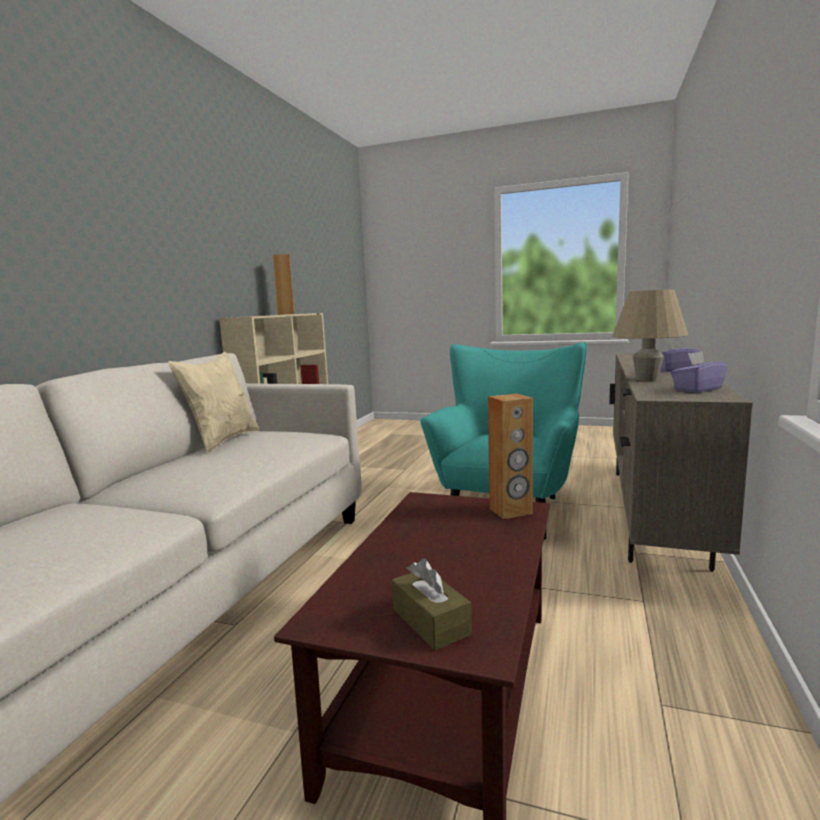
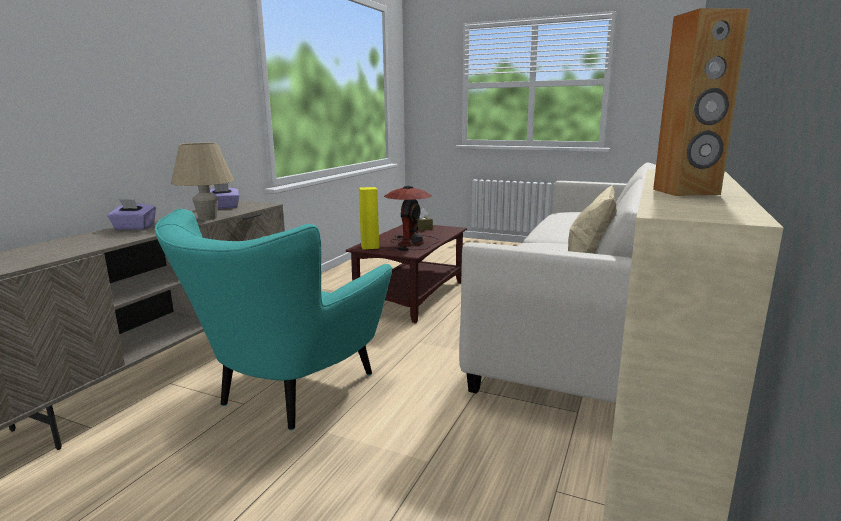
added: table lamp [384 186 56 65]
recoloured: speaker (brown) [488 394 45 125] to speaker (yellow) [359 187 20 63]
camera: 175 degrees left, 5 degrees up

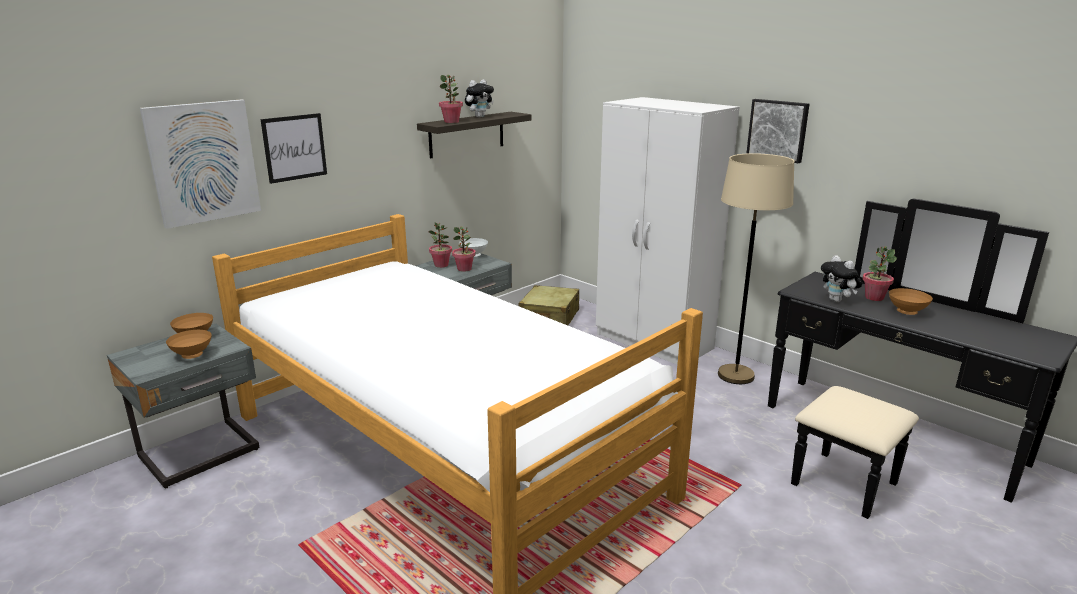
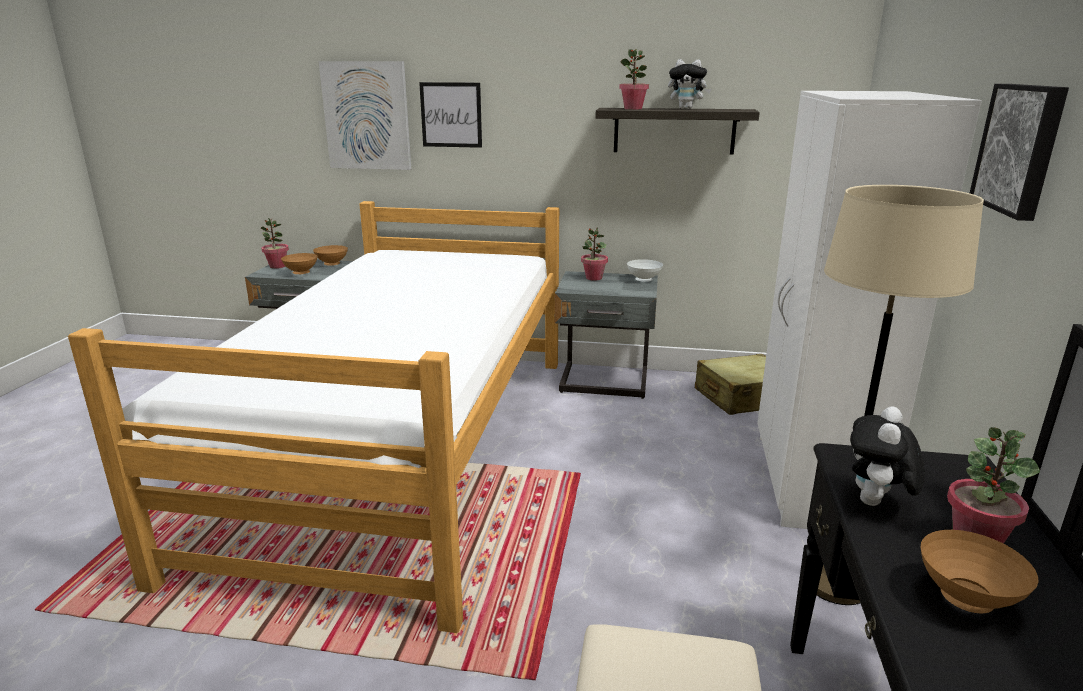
moved: potted plant [452 226 24 46] to [261 218 28 51]
camera: 55 degrees right, 0 degrees up

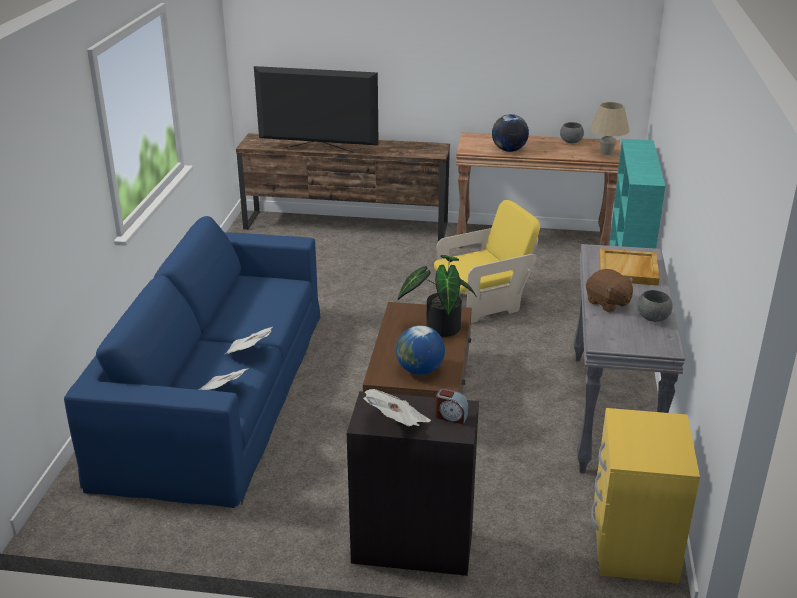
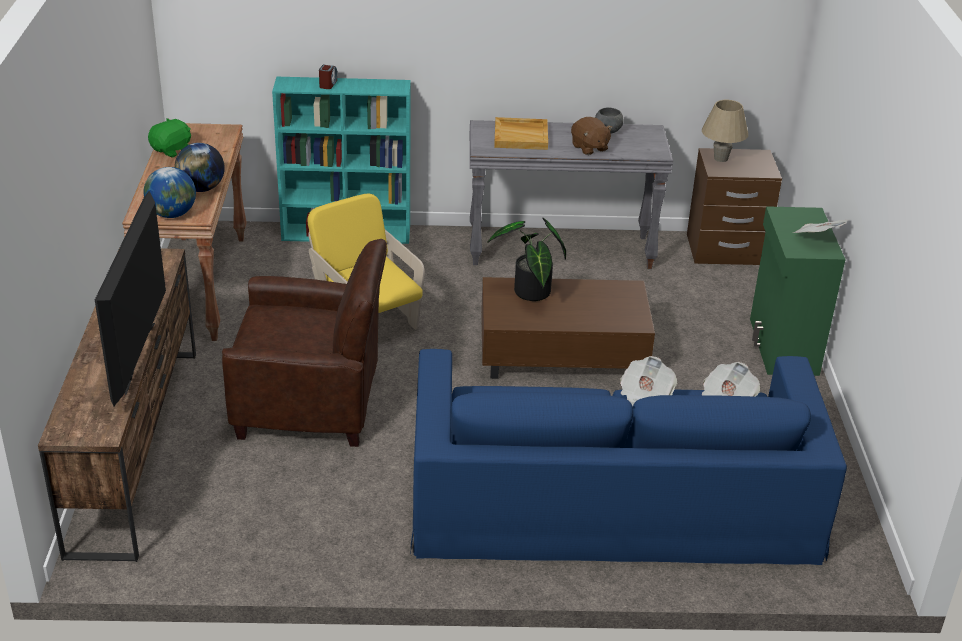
added: armchair (brown) [222 239 165 208]
moved: table lamp (beige) [589 102 41 53] to [702 100 46 62]; globe [396 325 49 50] to [144 167 52 51]; alarm clock [436 388 33 36] to [319 65 18 24]
replaced: bowl (grey) [560 122 24 21] to plush toy (green) [148 118 43 39]
recoloured: cabinet (black) [347 391 132 185] to cabinet (green) [750 206 96 170]; nightstand (yellow) [591 408 109 175] to nightstand (brown) [687 148 95 117]
turned: plush toy (brown) [586 269 48 43] = [571 117 42 38] 105 degrees clockwise
camera: 100 degrees left, 5 degrees up

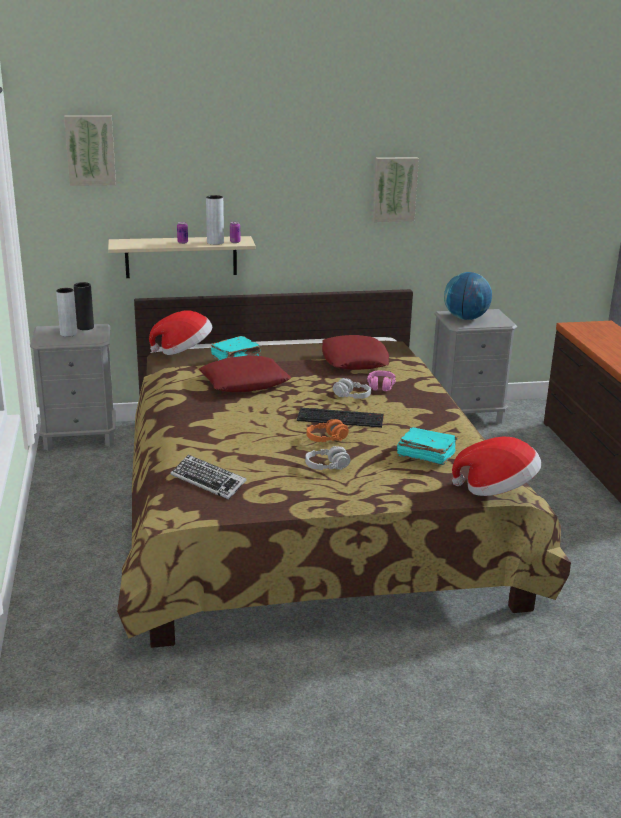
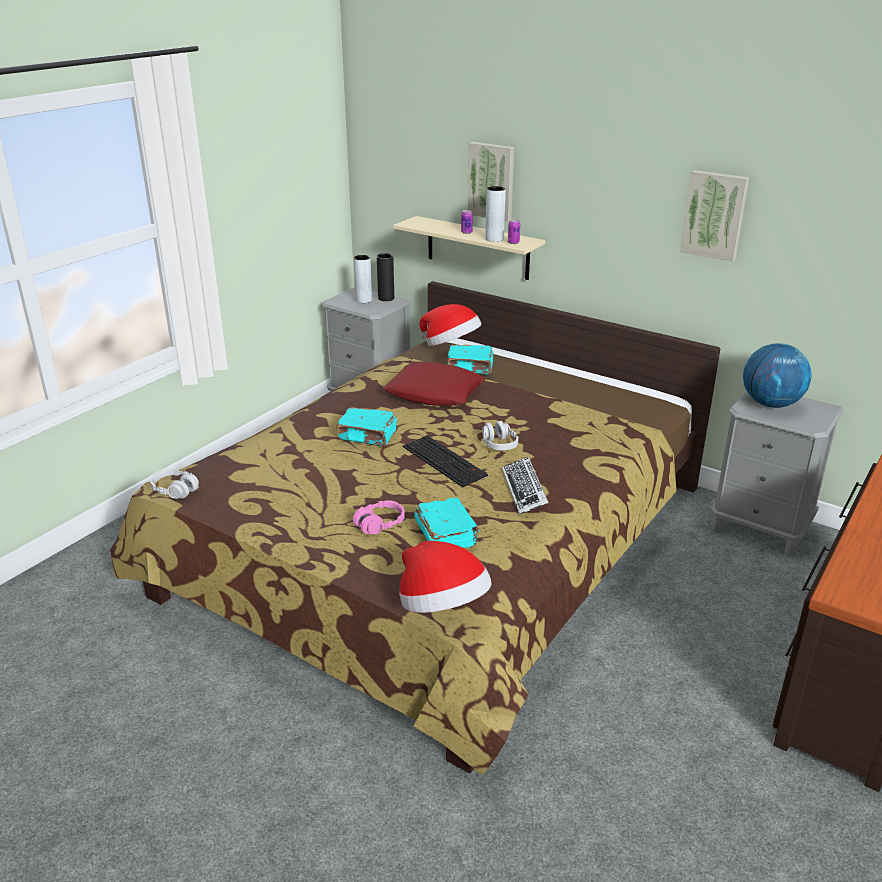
removed: pillow (red) [322 335 67 35]; headphones (orange) [306 419 43 23]
added: book (turquoise) [336 407 61 40]
moved: picture [64 115 52 71] to [468 142 46 80]; headphones (pink) [367 370 29 21] to [353 500 52 34]; headphones (grey) [305 446 46 24] to [150 469 49 30]; keyboard [171 455 75 45] to [502 456 47 59]
camera: 45 degrees right, 5 degrees up

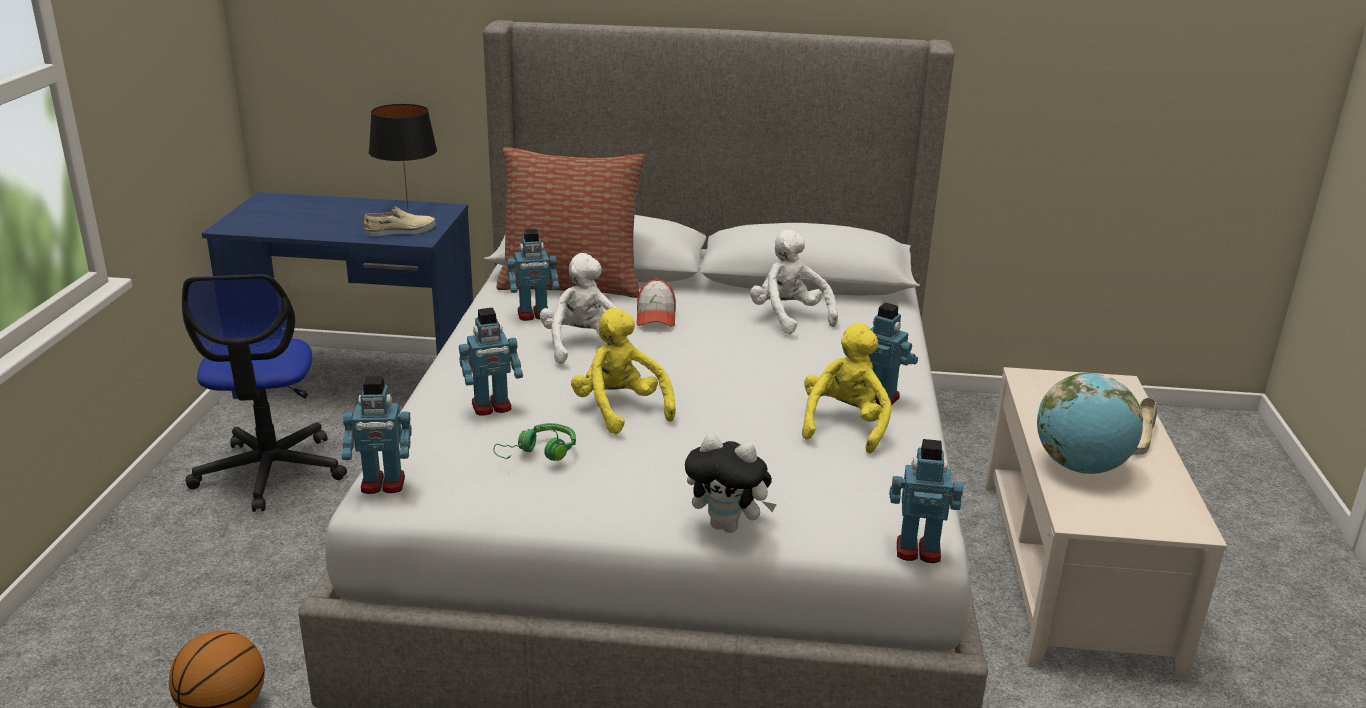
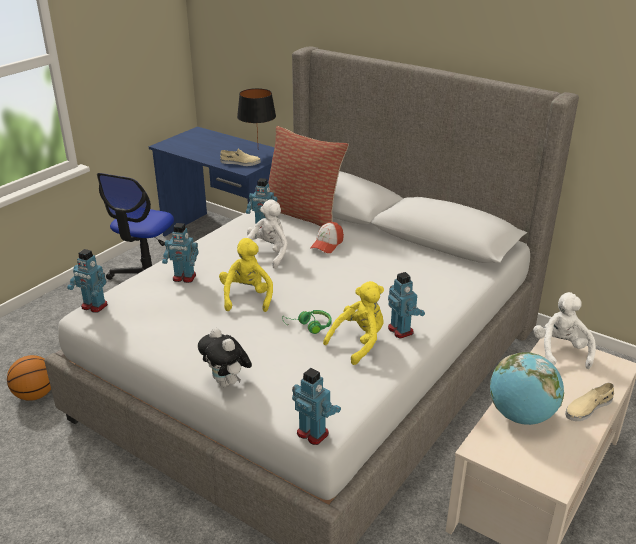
moved: plush toy (white) [750 230 88 105] to [533 292 63 77]; headphones (green) [493 423 83 38] to [282 310 50 24]
camera: 30 degrees right, 5 degrees up

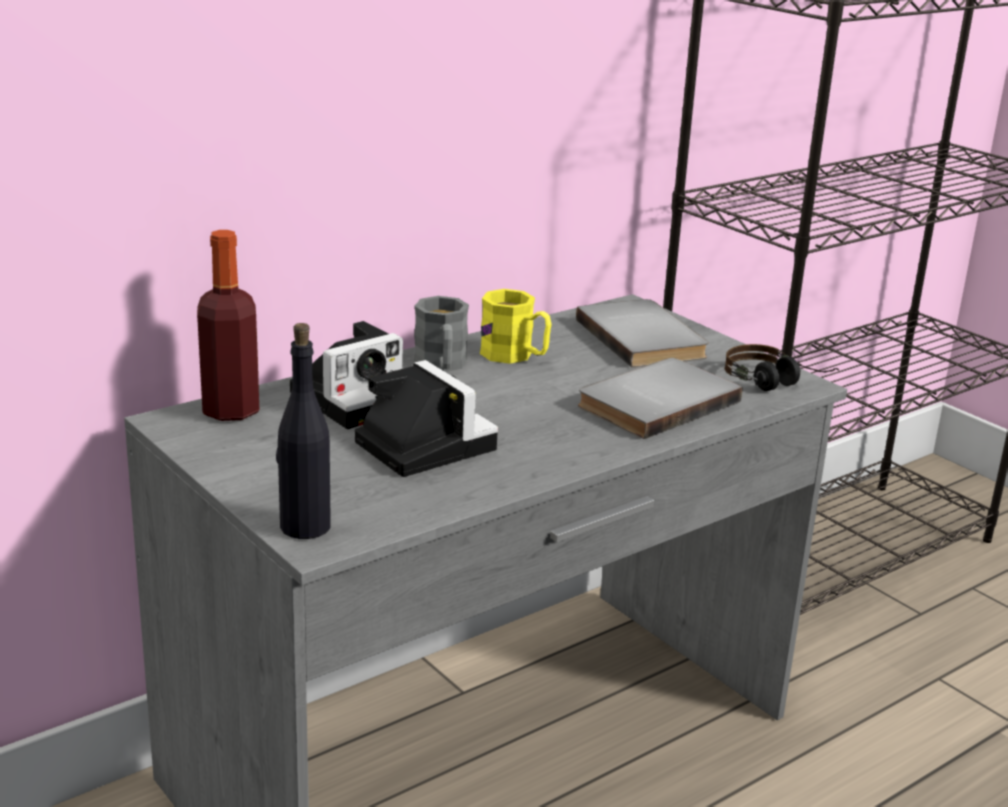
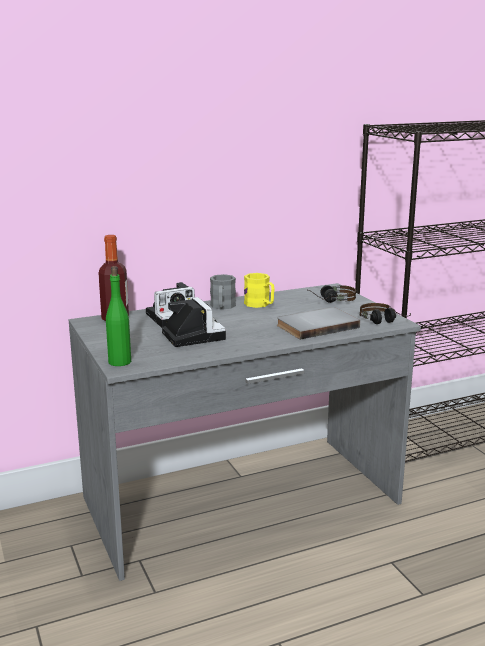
replaced: book (grey) [576 299 133 69] to headphones [308 285 48 18]
recoloured: bottle (black) [276 323 55 216] to bottle (green) [106 266 25 100]
camera: 15 degrees right, 5 degrees down

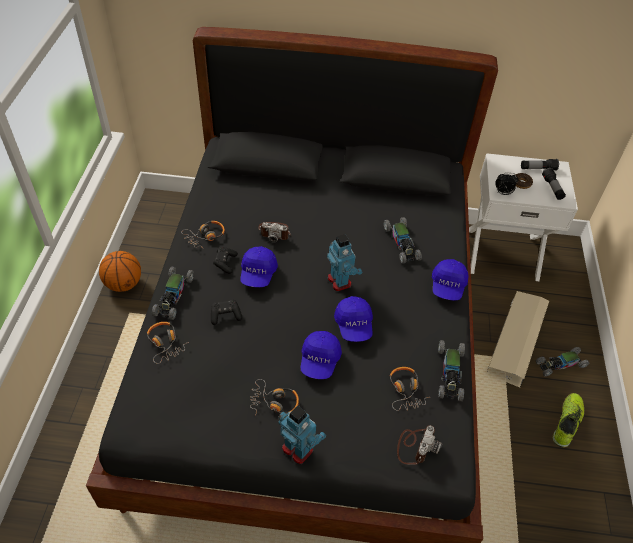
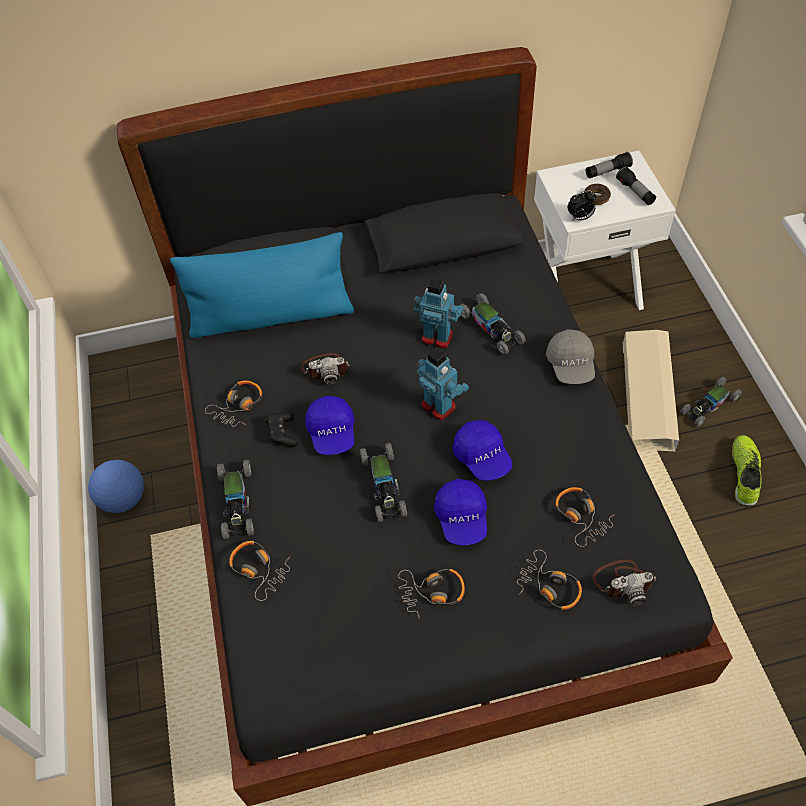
removed: game controller (black) [211 300 31 25]
added: pillow (blue) [170 232 184 106]; headphones [517 550 65 60]
moved: toy car [438 340 27 61] to [360 443 47 79]; toy robot [278 406 48 58] to [414 278 50 71]
replaced: basketball [99 251 42 41] to football [88 460 56 53]
recoloured: cap (blue) [432 259 36 41] to cap (grey) [546 329 49 55]
turned: photo camera [397 425 45 40] = [593 560 63 45] 75 degrees clockwise
camera: 15 degrees left, 5 degrees up

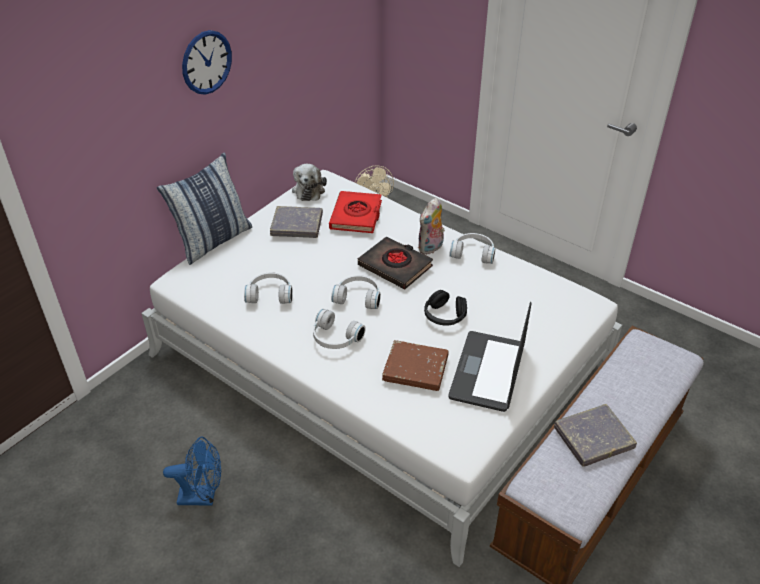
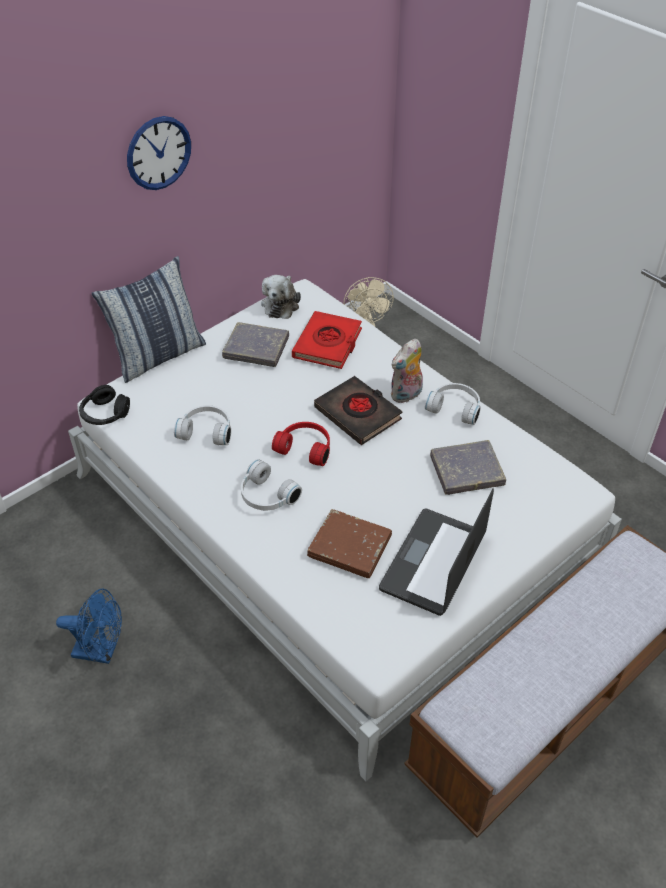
moved: headphones (black) [424 290 43 36] to [79 385 51 40]; book (grey) [554 404 83 63] to [430 440 76 55]
recoloured: headphones (white) [331 275 50 34] to headphones (red) [272 422 58 44]
camera: 10 degrees right, 5 degrees up

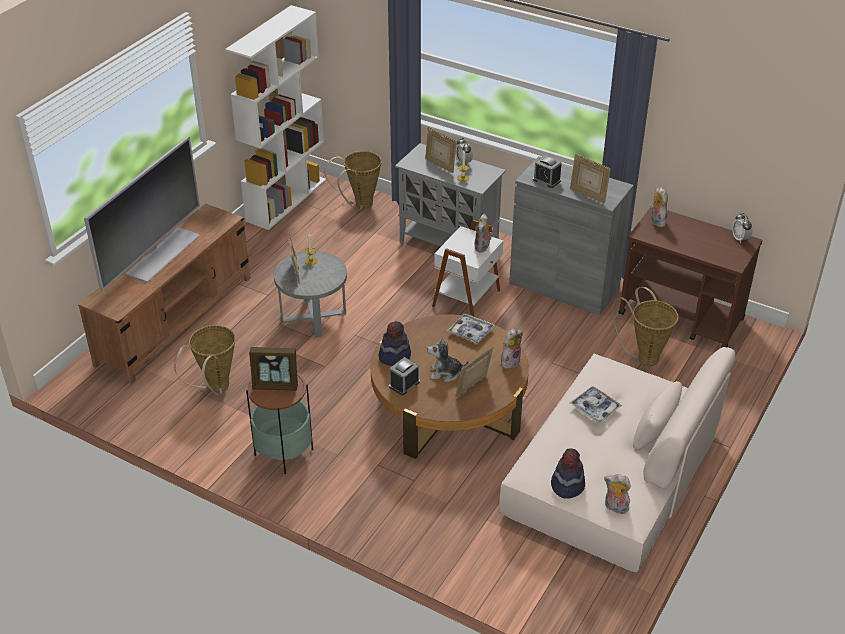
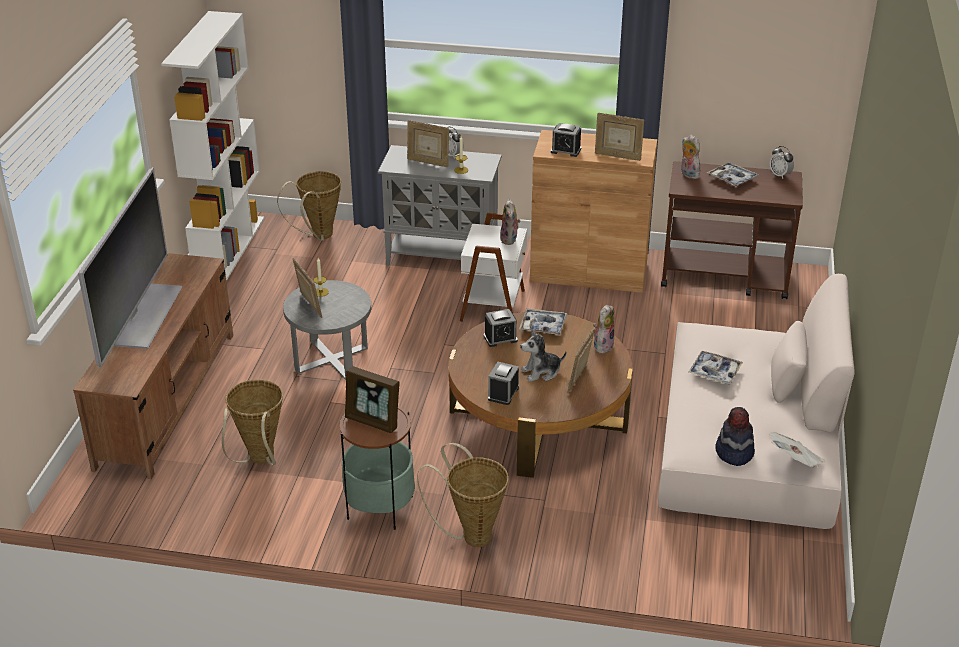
removed: hat [378 321 33 45]
added: tray [707 162 51 25]; alarm clock [484 309 34 38]
moved: basket [612 287 67 79] to [417 443 92 104]
replaced: plush toy [604 474 27 40] to newspaper [769 432 56 36]
recoloured: cabinet (grey) [509 156 125 159] to cabinet (brown) [530 130 127 163]
turned: picture frame [249 347 49 44] = [345 366 55 67] 45 degrees clockwise
camera: 20 degrees left, 5 degrees down

